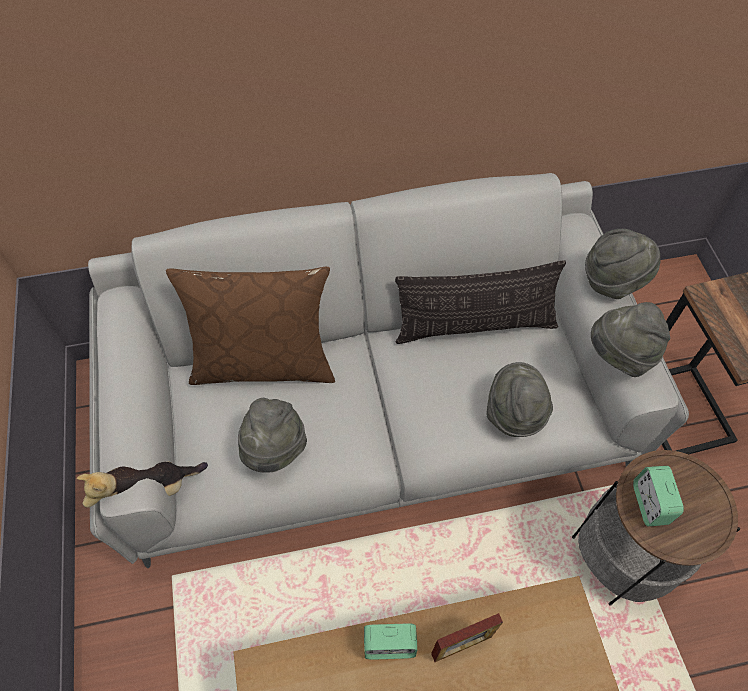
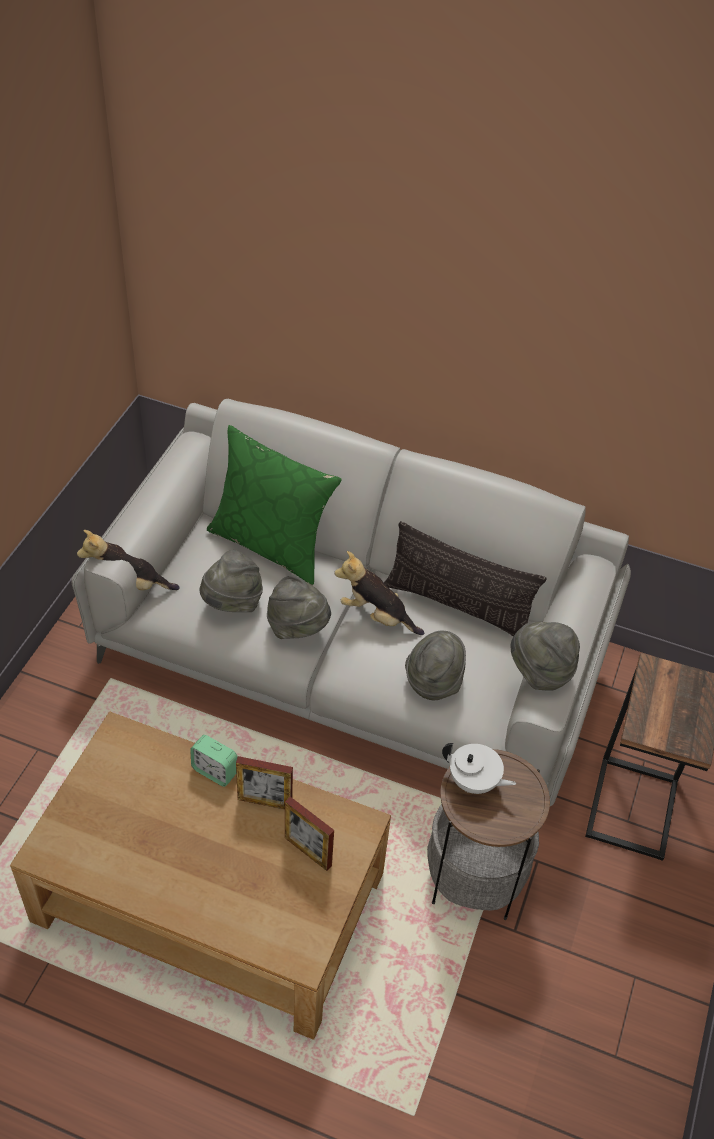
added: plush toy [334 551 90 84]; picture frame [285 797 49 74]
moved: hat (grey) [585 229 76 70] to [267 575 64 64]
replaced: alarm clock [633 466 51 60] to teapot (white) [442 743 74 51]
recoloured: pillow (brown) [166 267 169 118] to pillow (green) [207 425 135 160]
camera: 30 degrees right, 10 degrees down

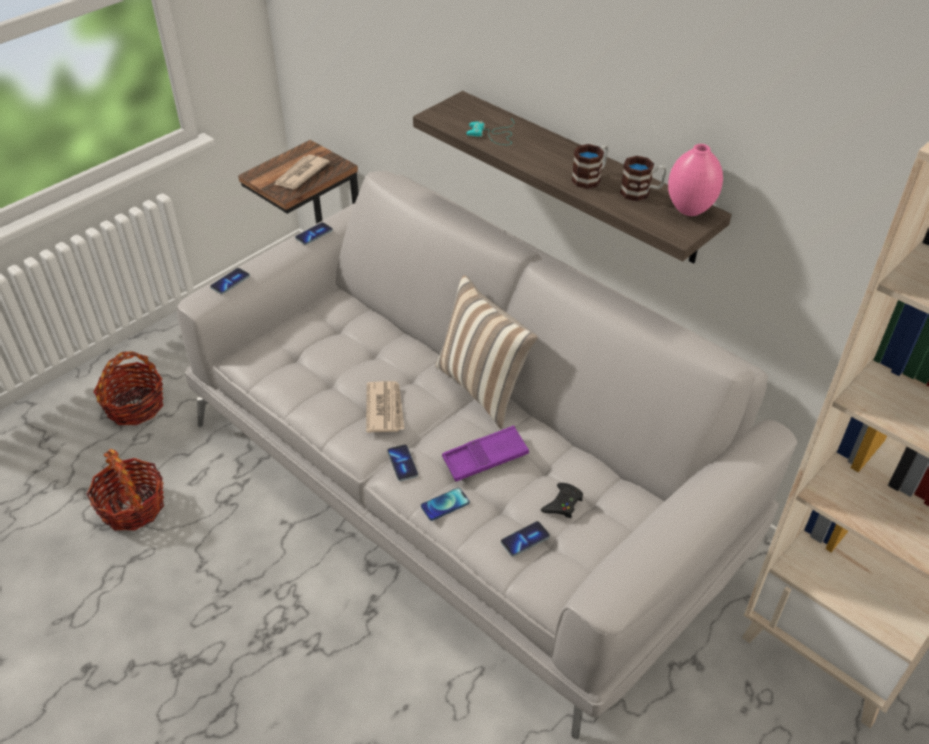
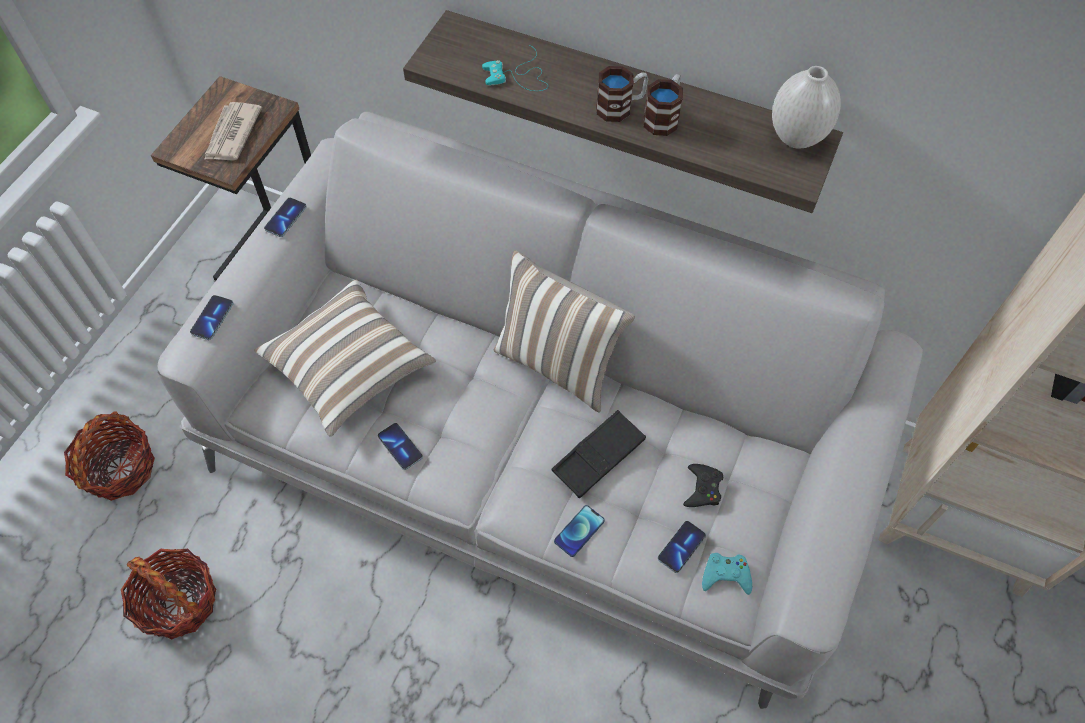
removed: newspaper [366 381 38 52]
added: pillow [254 280 182 156]; game controller (turquoise) [702 553 50 42]
moved: mug [620 156 47 45] to [596 66 52 56]; phone [387 444 31 37] to [378 423 45 47]
recoloured: vase (pink) [668 144 55 72] to vase (white) [772 66 69 82]; tray (purple) [442 426 87 56] to tray (black) [552 410 94 88]
camera: 20 degrees left, 15 degrees up

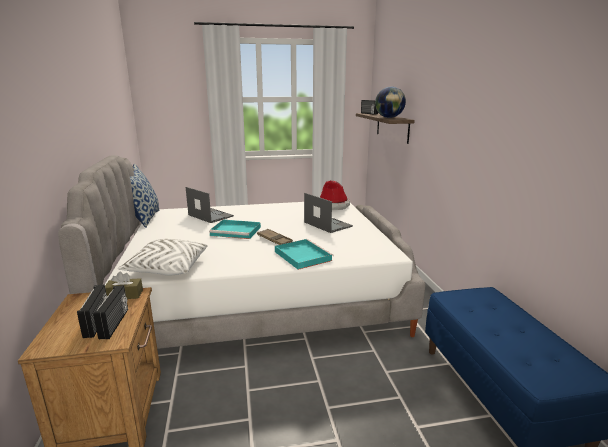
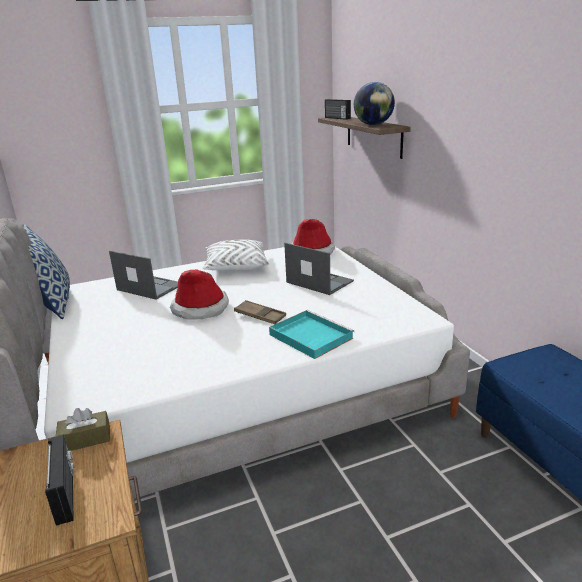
removed: radio [93 285 35 54]
moved: pillow (white) [118 239 89 37] to [203 239 66 31]
replaced: tray (turquoise) [209 220 52 19] to hat [170 270 59 50]
camera: 10 degrees left, 5 degrees up

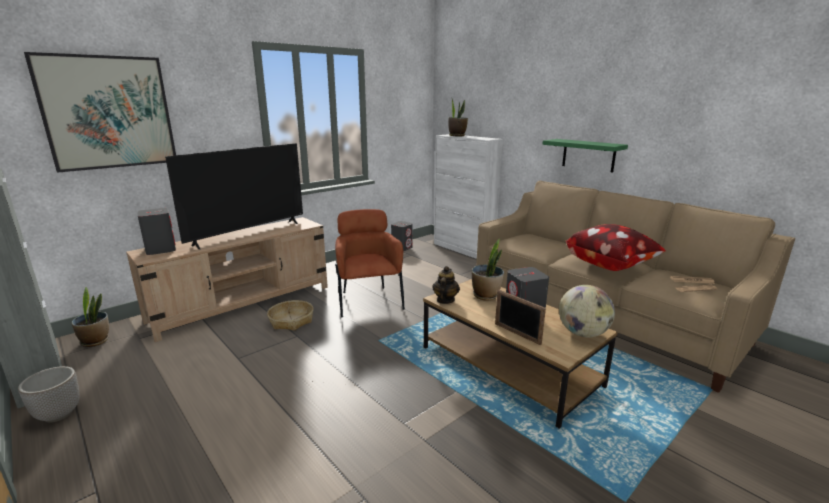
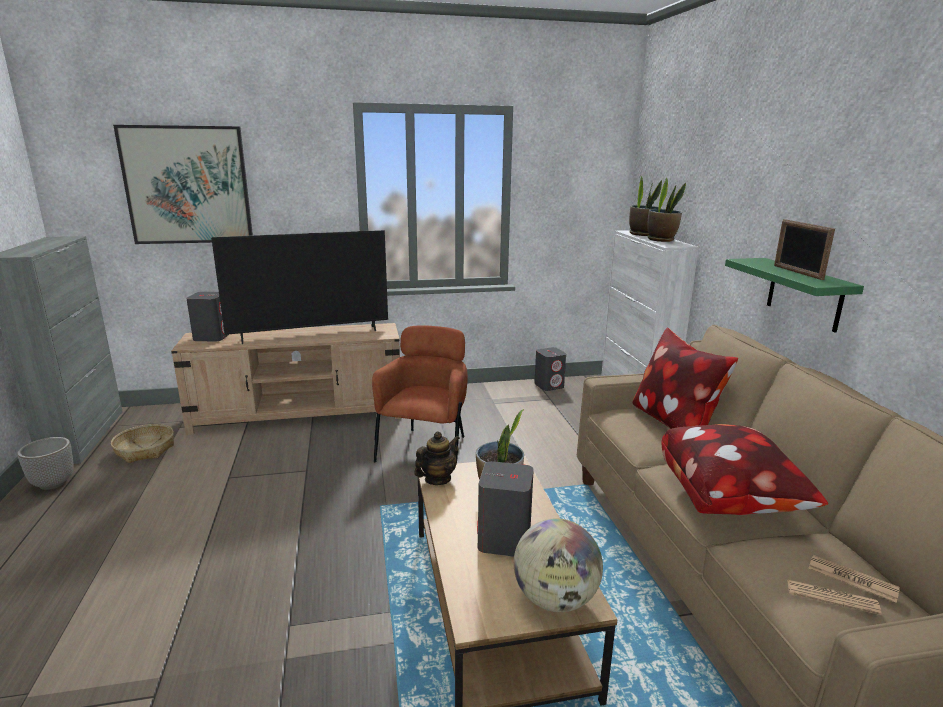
added: pillow [632 328 106 101]
moved: potted plant [72 287 37 60] to [647 178 39 64]; picture frame [495 290 51 55] to [774 219 61 61]; basket [267 300 46 31] to [111 424 63 39]
camera: 30 degrees right, 0 degrees up

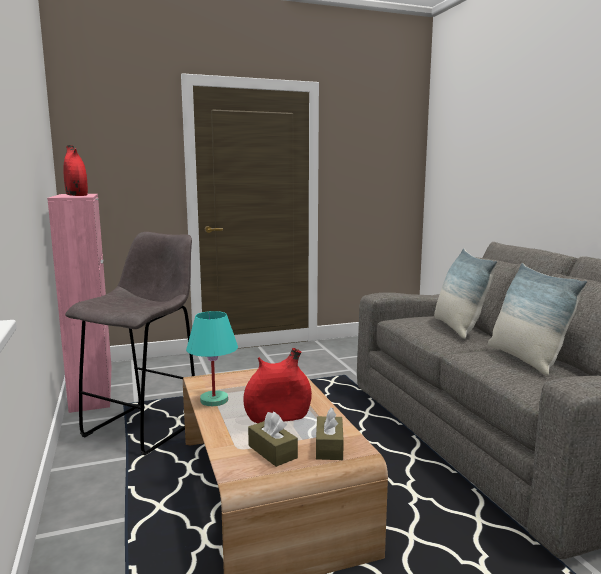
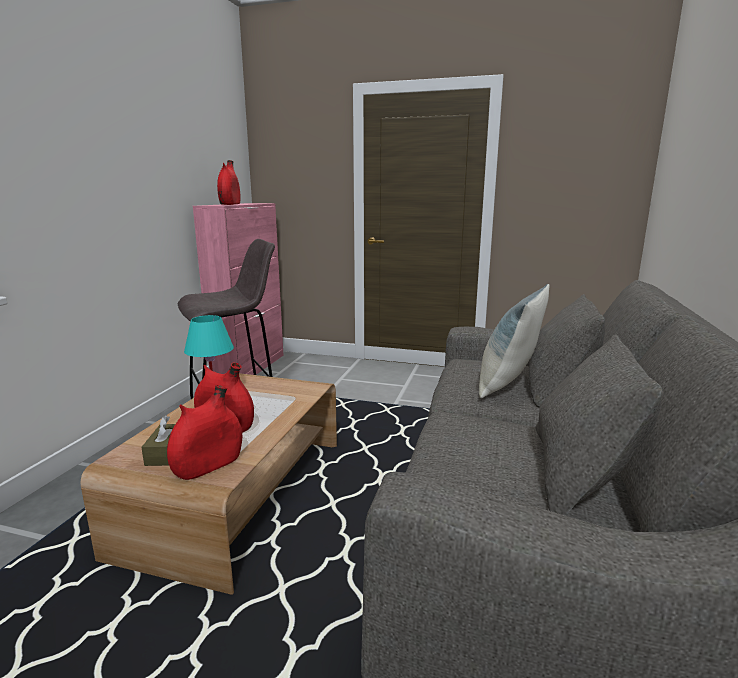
removed: pillow [488 263 99 113]
replaced: tissue box (brown) [316 408 28 52] to vase (red) [167 385 75 95]
camera: 35 degrees right, 5 degrees up

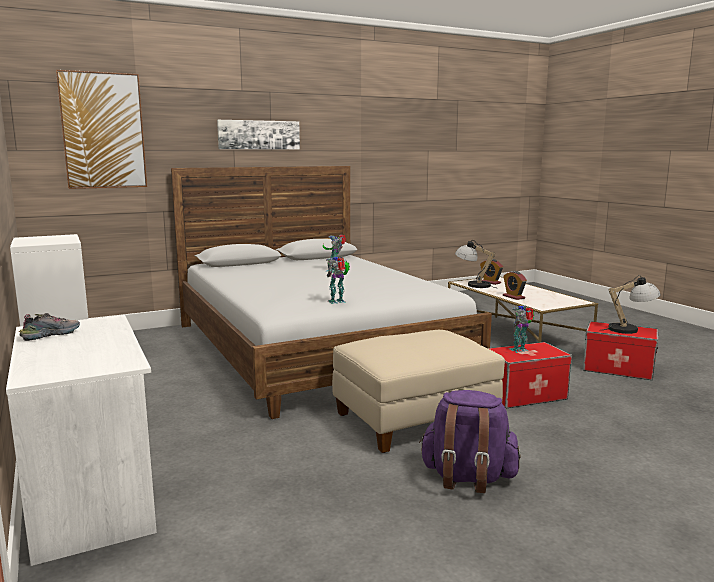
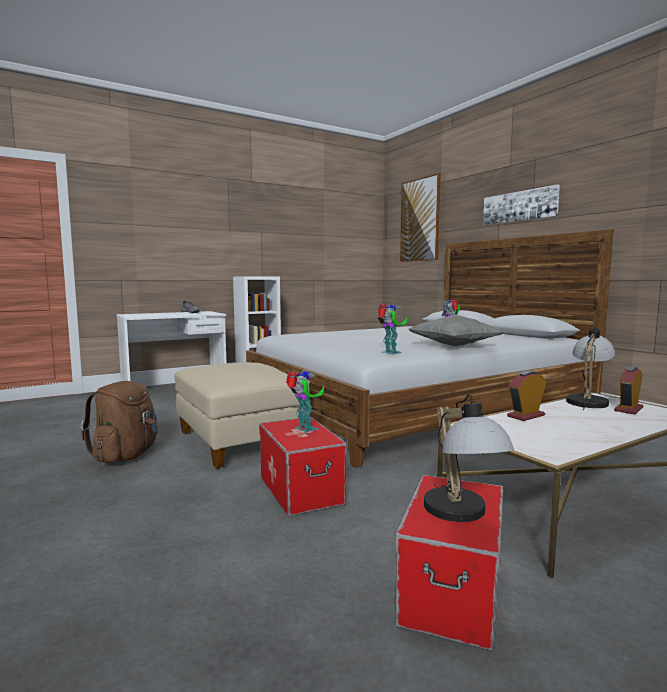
added: pillow (grey) [409 314 95 32]
moved: toy robot [326 256 24 48] to [378 304 29 50]
recoloured: backpack (purple) [419 390 102 103] to backpack (brown) [81 381 76 82]
camera: 85 degrees right, 5 degrees down

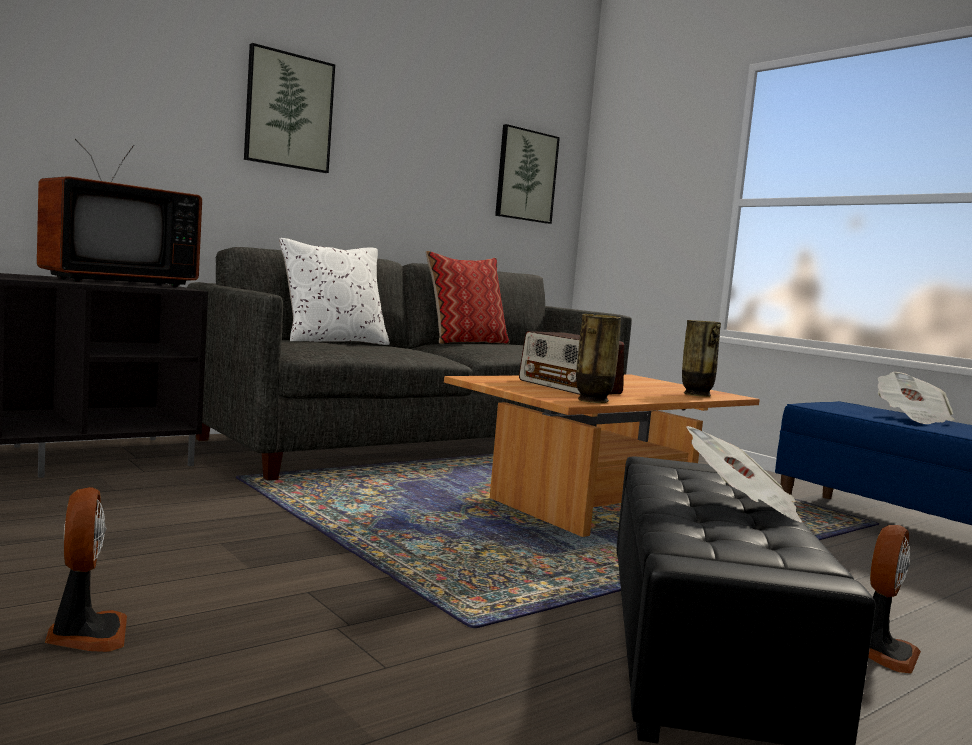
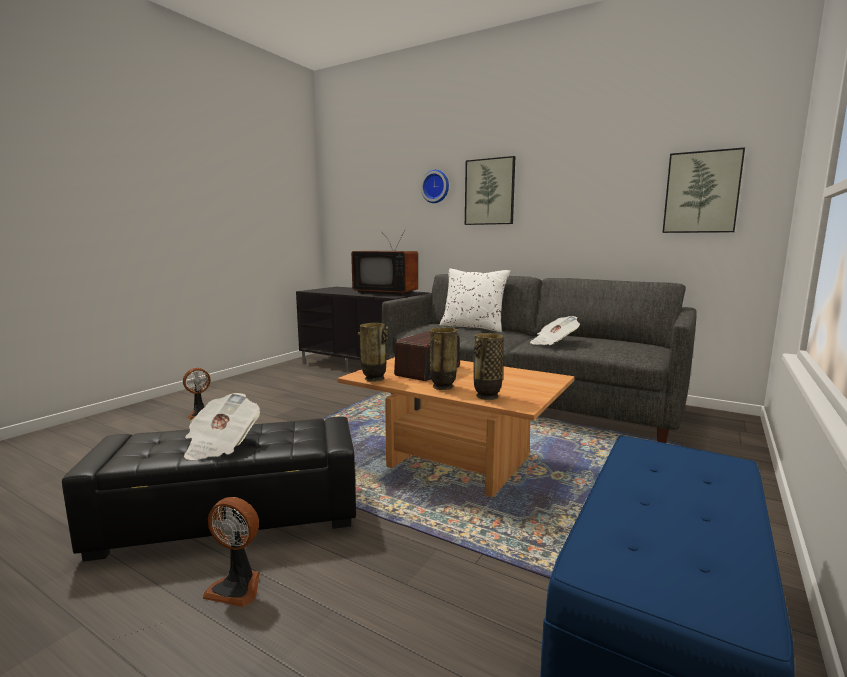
removed: pillow [426 251 83 94]
added: wall clock [421 170 28 33]; vase [430 327 28 63]
moved: newspaper [878 372 76 52] to [530 316 50 29]
camera: 70 degrees right, 5 degrees up

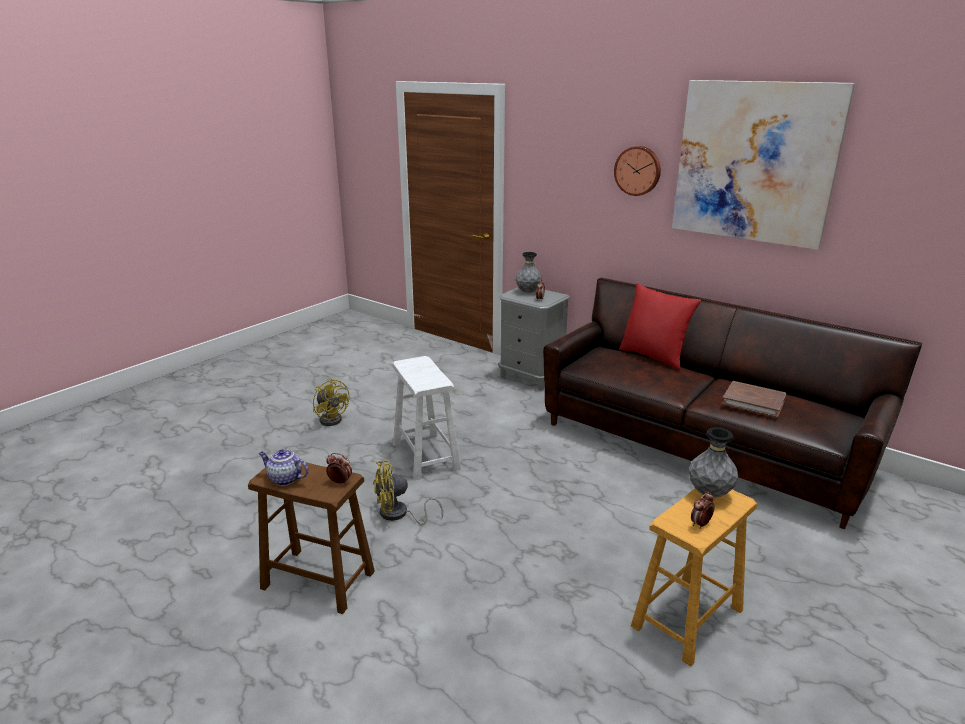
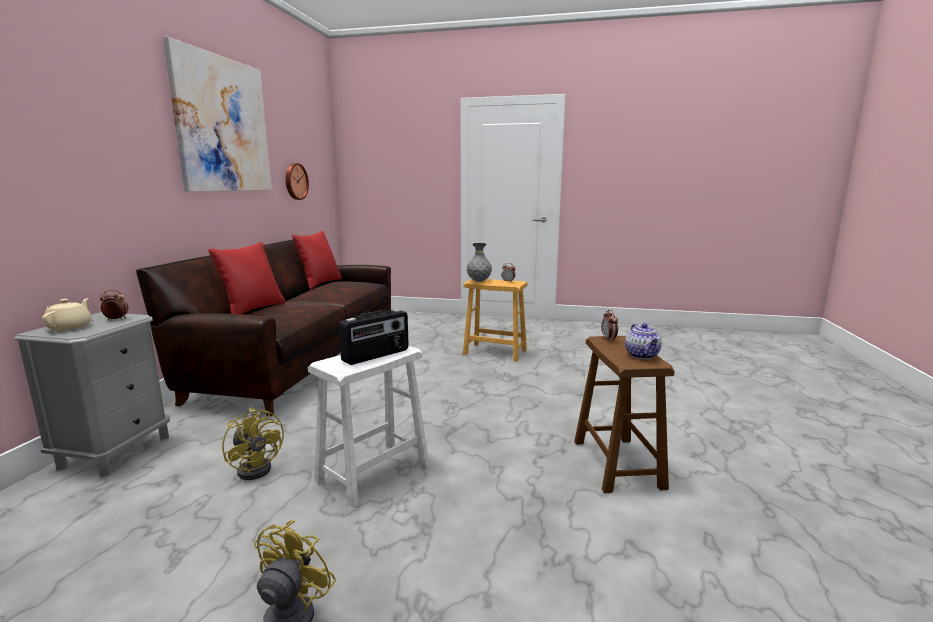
removed: book (brown) [722 381 64 37]
added: pillow (red) [292 231 50 58]; radio [339 309 70 56]
moved: wall clock [614 146 47 50] to [285 163 24 37]; fan (yellow) [373 460 70 65] to [222 408 62 72]
replaced: vase (grey) [516 252 26 41] to teapot (beige) [42 298 49 33]
camera: 115 degrees left, 10 degrees down

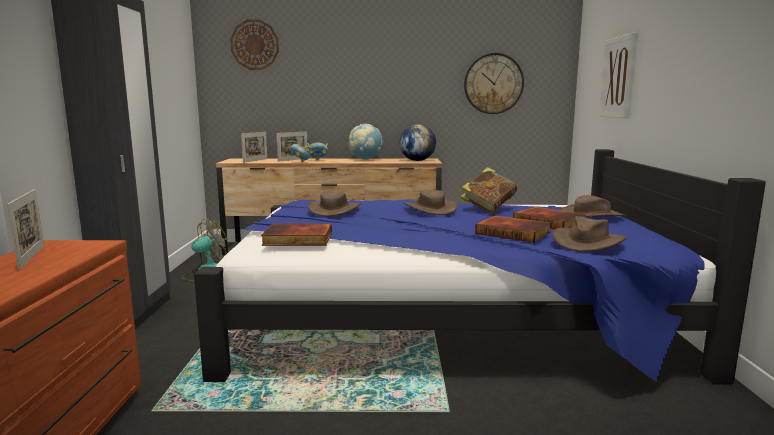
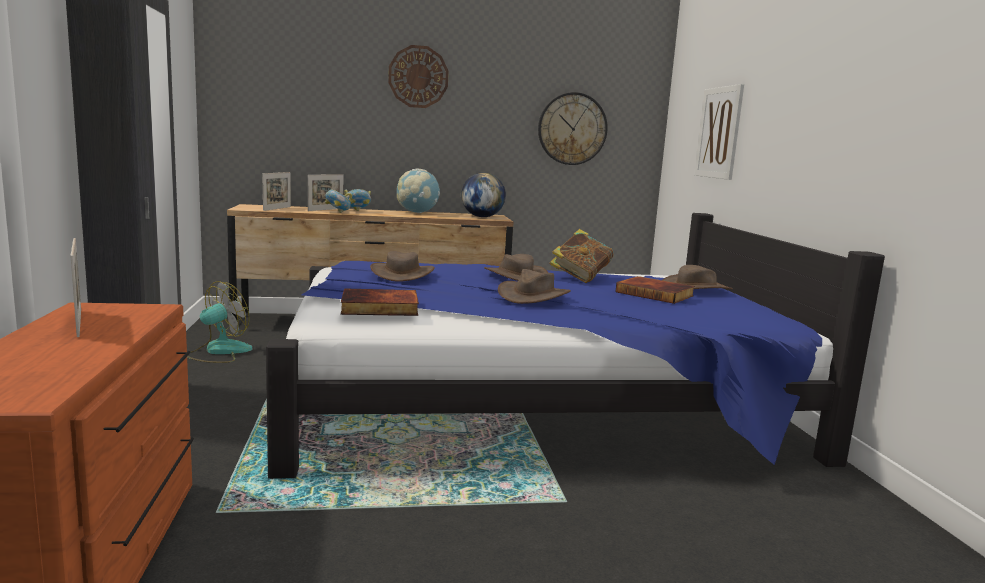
removed: book [475 216 76 27]
moved: wall clock [230 19 49 51] to [388 45 61 63]; hat (brown) [552 216 75 36] to [498 269 73 35]
camera: 10 degrees left, 0 degrees up

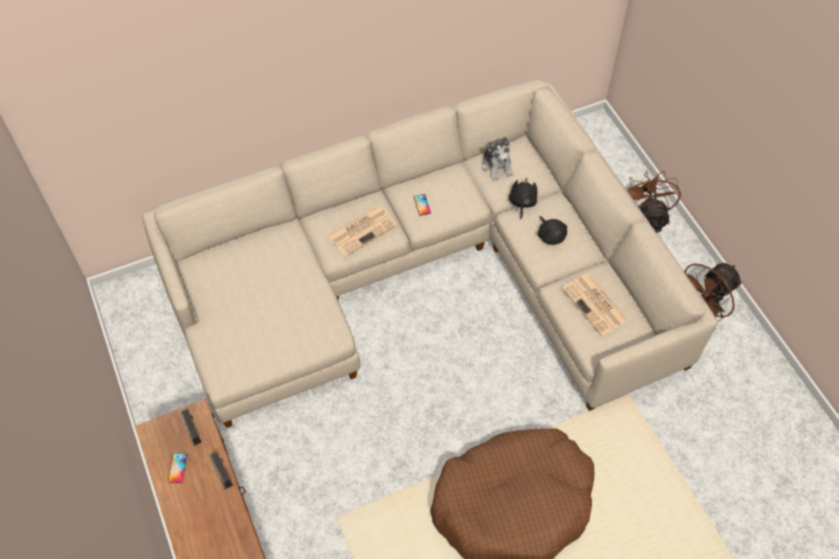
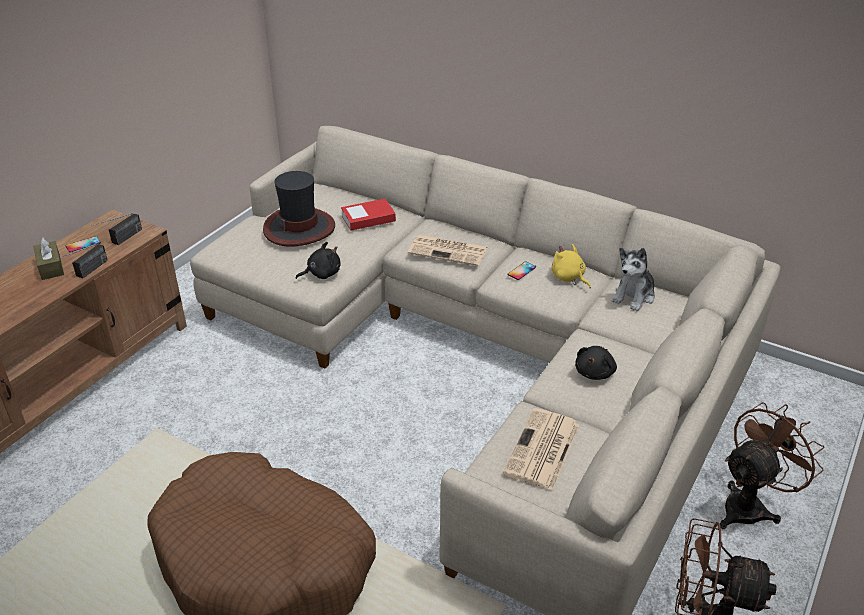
added: hat [263 171 72 76]; book [341 199 55 32]; tissue box (brown) [33 237 31 43]; plush toy (yellow) [552 244 39 44]
moved: plush toy (black) [509 177 28 43] to [295 242 46 37]
camera: 55 degrees right, 20 degrees down

